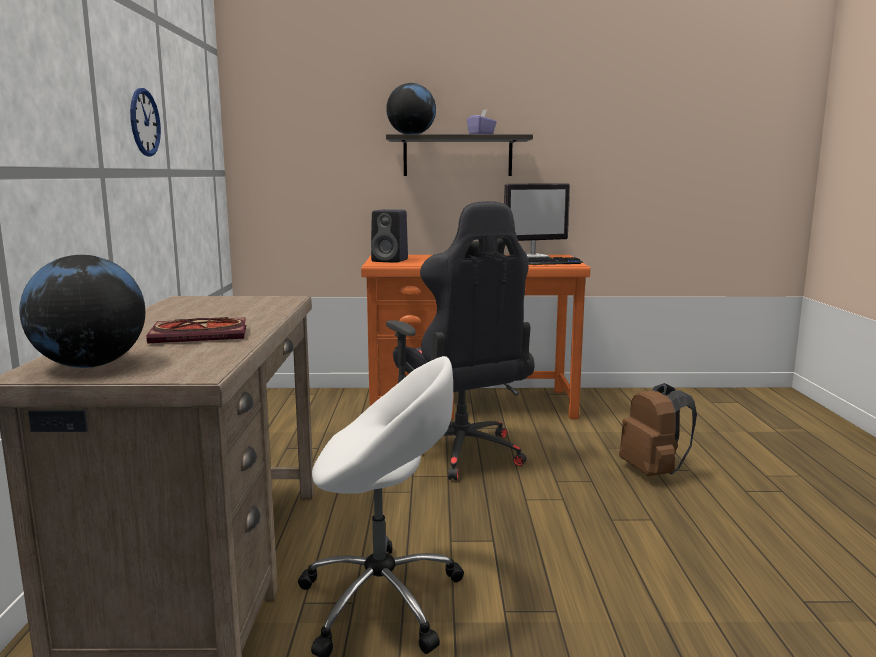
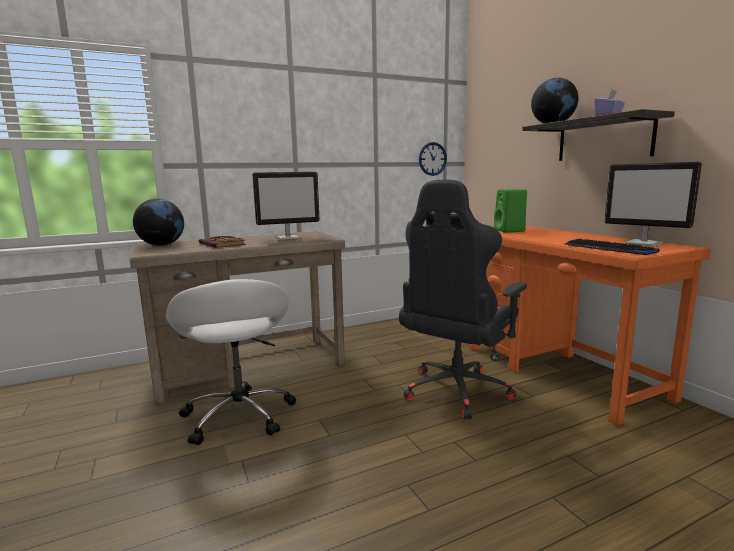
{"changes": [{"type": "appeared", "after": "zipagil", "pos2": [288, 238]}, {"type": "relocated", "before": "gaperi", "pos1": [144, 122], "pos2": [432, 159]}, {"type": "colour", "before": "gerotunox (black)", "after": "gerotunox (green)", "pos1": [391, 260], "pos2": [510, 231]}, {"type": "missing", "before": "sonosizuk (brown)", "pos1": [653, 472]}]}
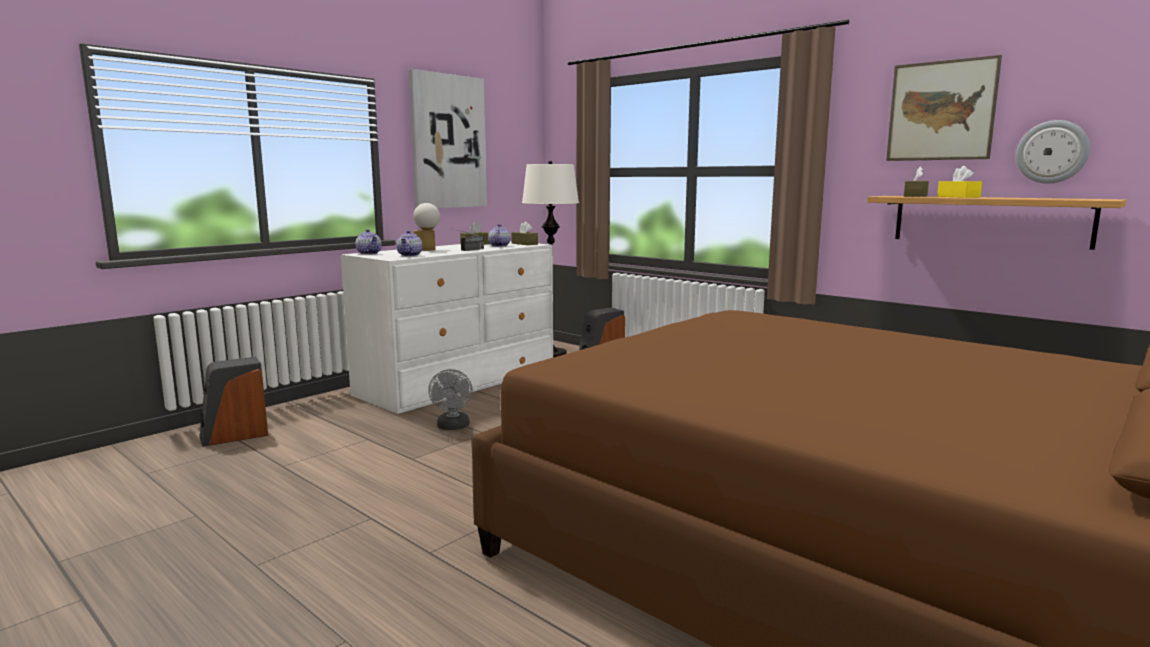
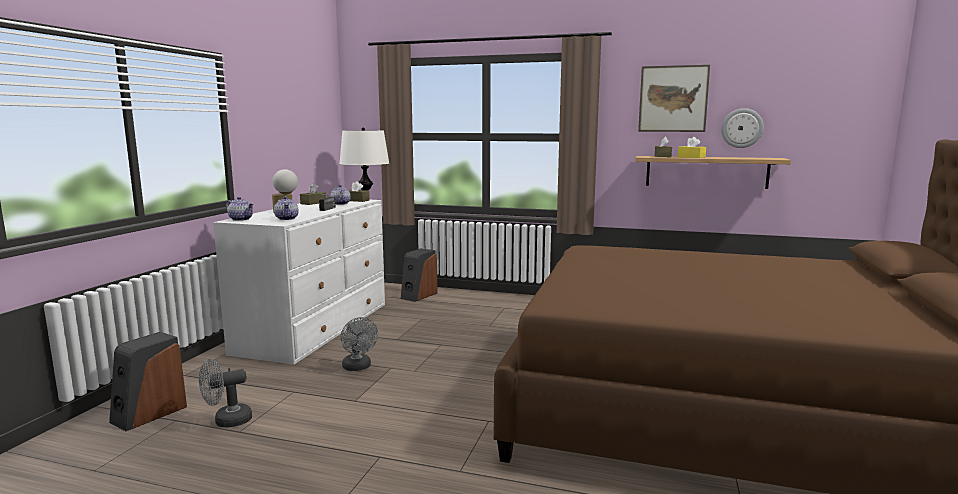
{"changes": [{"type": "appeared", "after": "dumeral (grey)", "pos2": [227, 421]}, {"type": "missing", "before": "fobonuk", "pos1": [448, 142]}]}
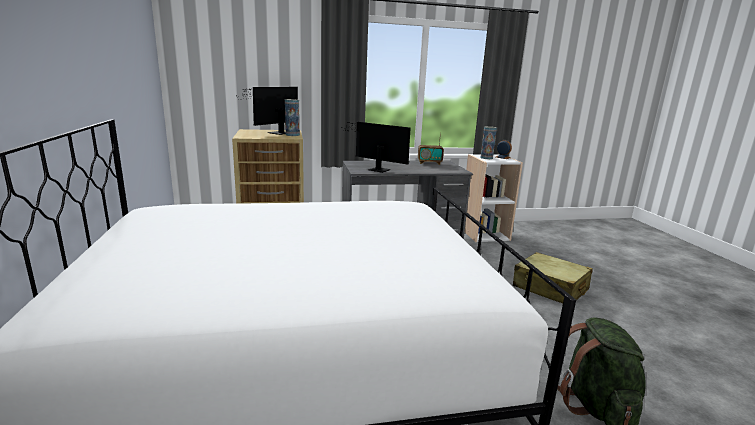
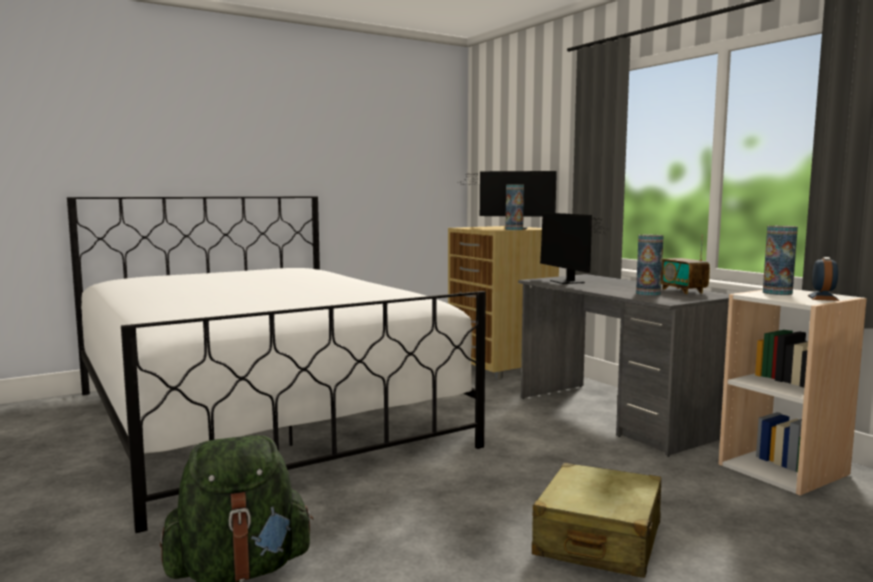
{"changes": [{"type": "spun", "before": "zipagil", "pos1": [377, 169], "pos2": [568, 282], "turn": 150}, {"type": "appeared", "after": "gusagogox", "pos2": [648, 294]}]}
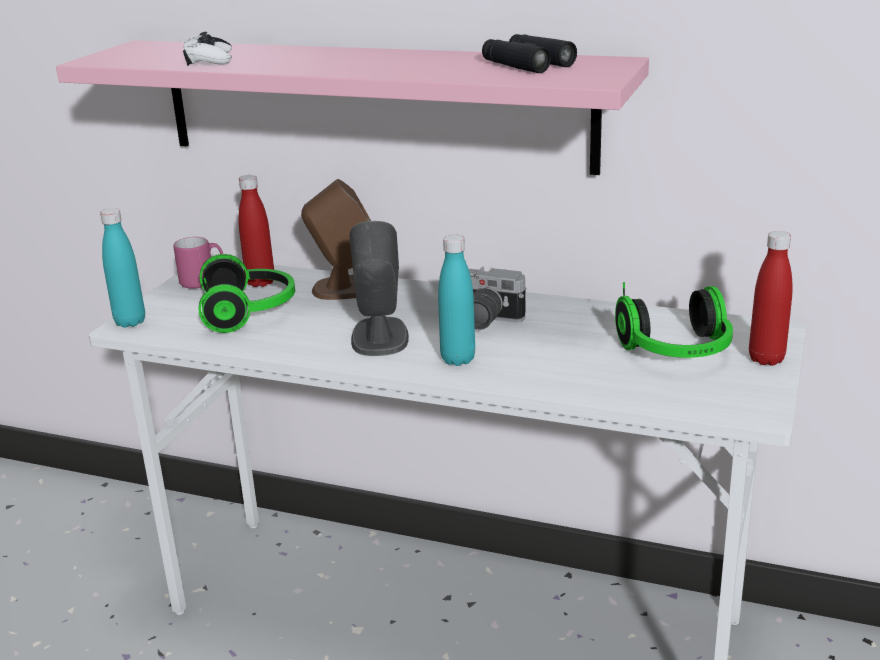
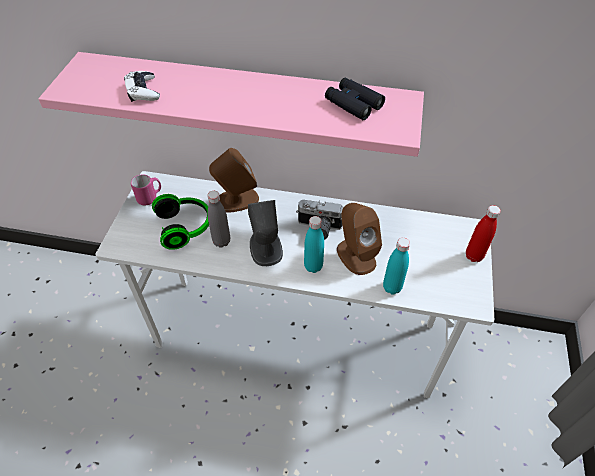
{"changes": [{"type": "appeared", "after": "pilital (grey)", "pos2": [221, 241]}, {"type": "appeared", "after": "gerotunox (brown)", "pos2": [356, 255]}, {"type": "relocated", "before": "pilital (turquoise)", "pos1": [130, 322], "pos2": [392, 287]}, {"type": "missing", "before": "pilital (red)", "pos1": [260, 282]}, {"type": "missing", "before": "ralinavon", "pos1": [678, 353]}]}
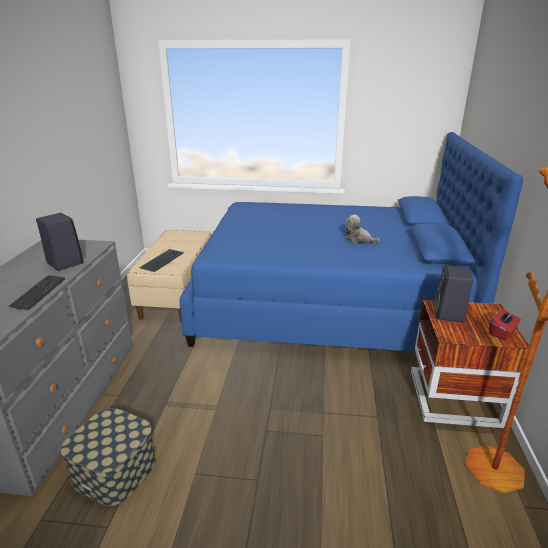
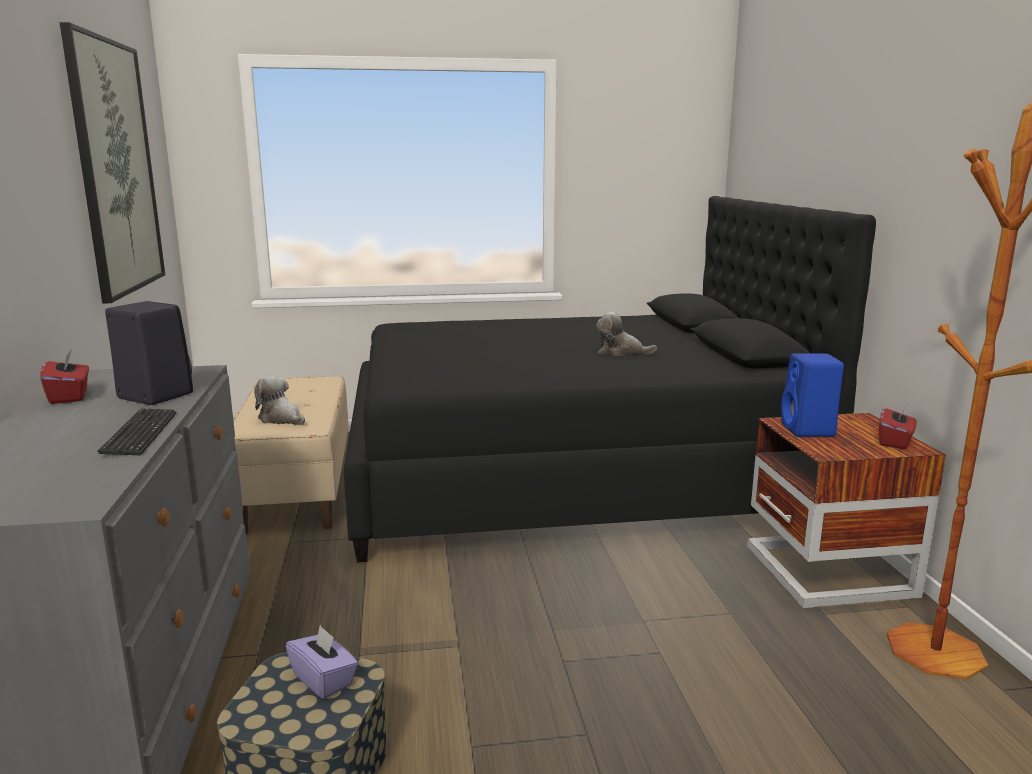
{"changes": [{"type": "appeared", "after": "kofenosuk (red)", "pos2": [70, 396]}, {"type": "appeared", "after": "fobonuk", "pos2": [116, 168]}, {"type": "exchanged", "before": "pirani", "after": "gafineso", "pos1": [162, 260], "pos2": [281, 419]}, {"type": "appeared", "after": "kofenosuk (purple)", "pos2": [324, 679]}, {"type": "colour", "before": "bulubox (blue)", "after": "bulubox (black)", "pos1": [327, 303], "pos2": [568, 474]}, {"type": "colour", "before": "gerotunox (black)", "after": "gerotunox (blue)", "pos1": [449, 315], "pos2": [809, 430]}]}
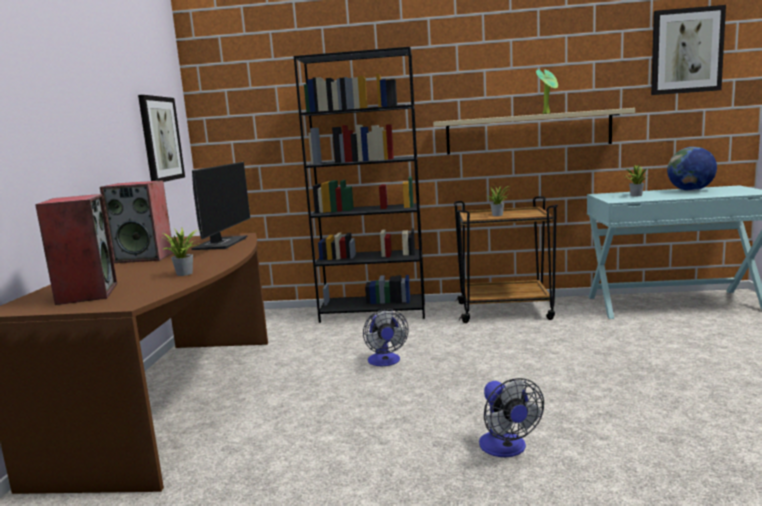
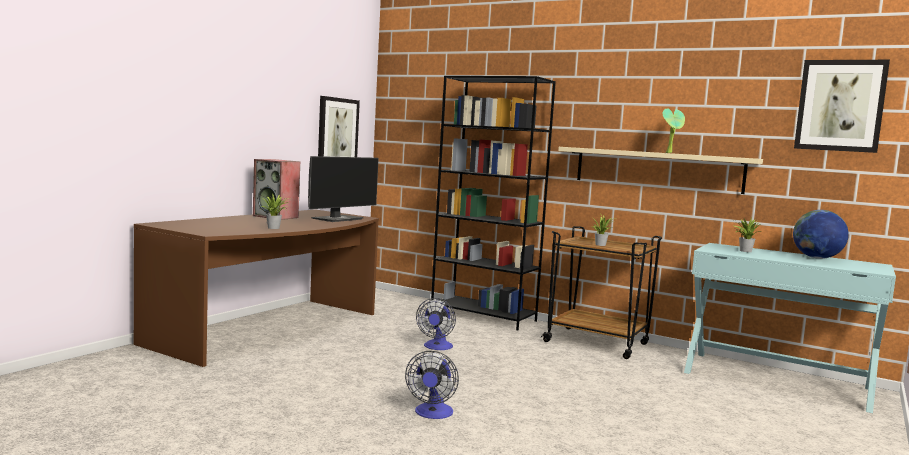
{"changes": [{"type": "missing", "before": "gerotunox", "pos1": [87, 293]}]}
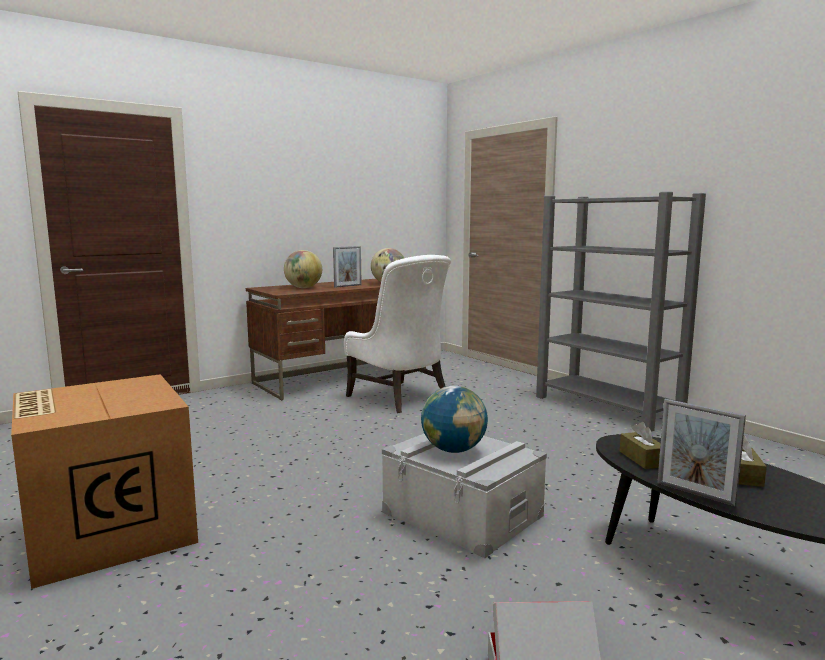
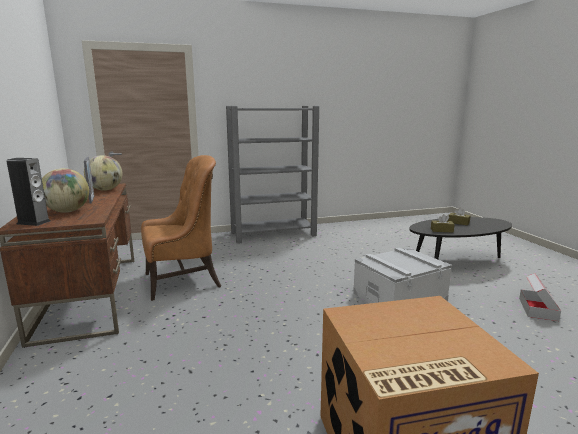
{"changes": [{"type": "appeared", "after": "gerotunox", "pos2": [33, 222]}, {"type": "colour", "before": "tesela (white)", "after": "tesela (brown)", "pos1": [400, 397], "pos2": [183, 280]}, {"type": "missing", "before": "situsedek", "pos1": [453, 450]}, {"type": "missing", "before": "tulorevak", "pos1": [695, 493]}]}
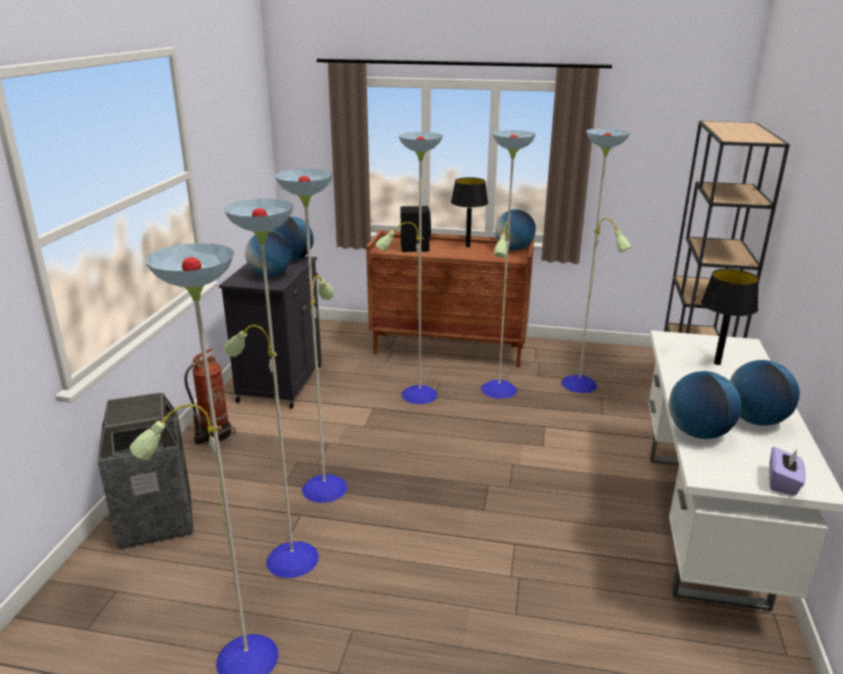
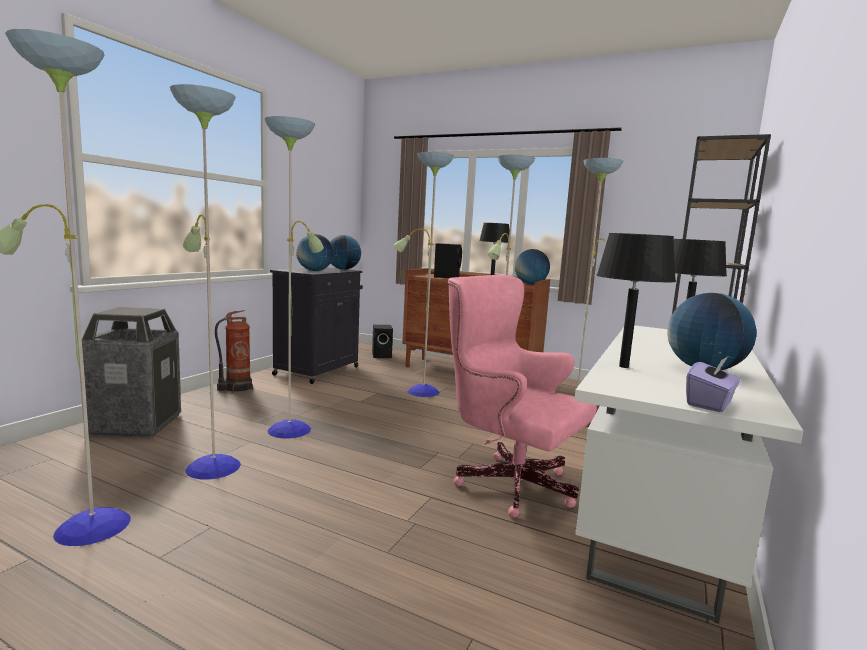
{"changes": [{"type": "appeared", "after": "gerotunox (black)", "pos2": [382, 355]}, {"type": "appeared", "after": "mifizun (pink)", "pos2": [508, 483]}, {"type": "exchanged", "before": "situsedek", "after": "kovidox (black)", "pos1": [698, 433], "pos2": [623, 366]}]}
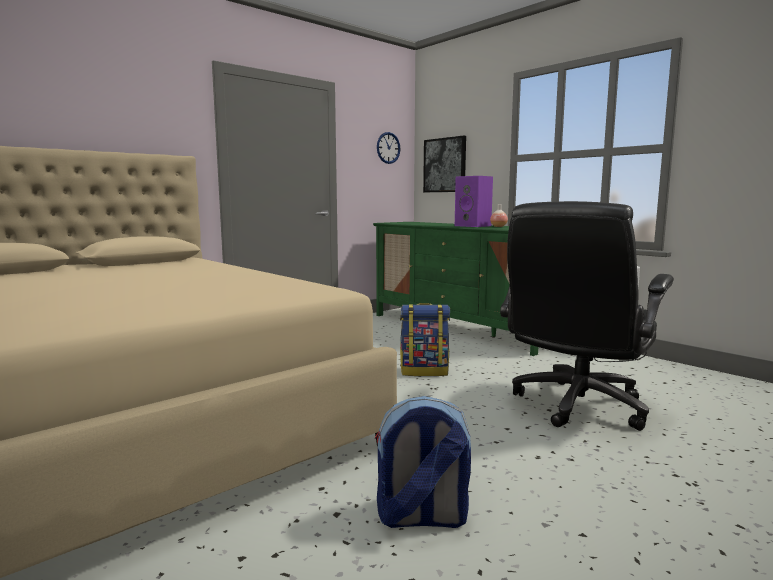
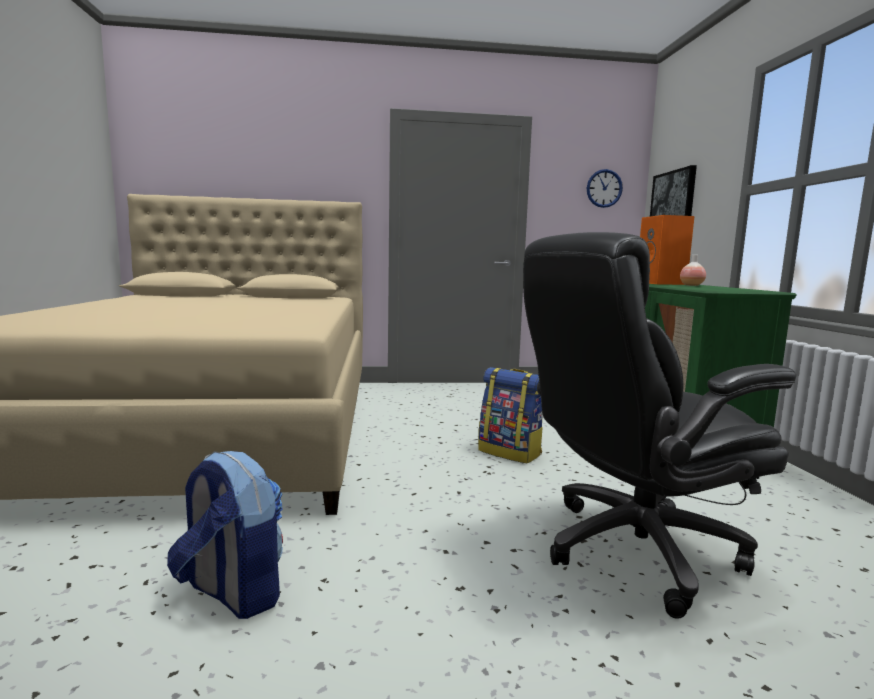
{"changes": [{"type": "colour", "before": "gerotunox (purple)", "after": "gerotunox (orange)", "pos1": [474, 226], "pos2": [662, 283]}]}
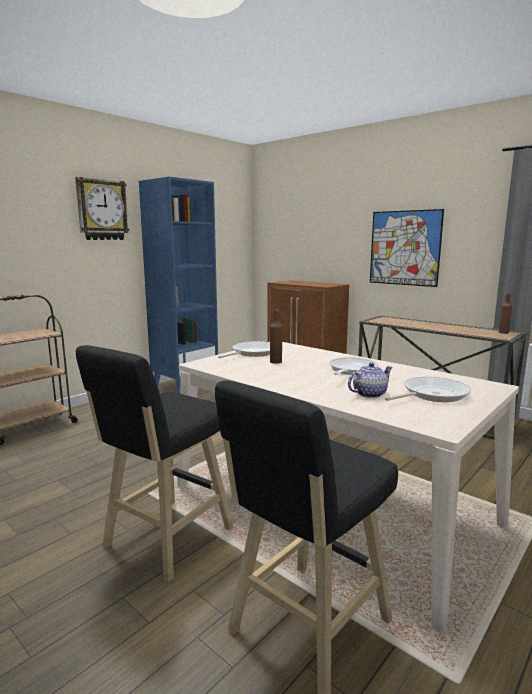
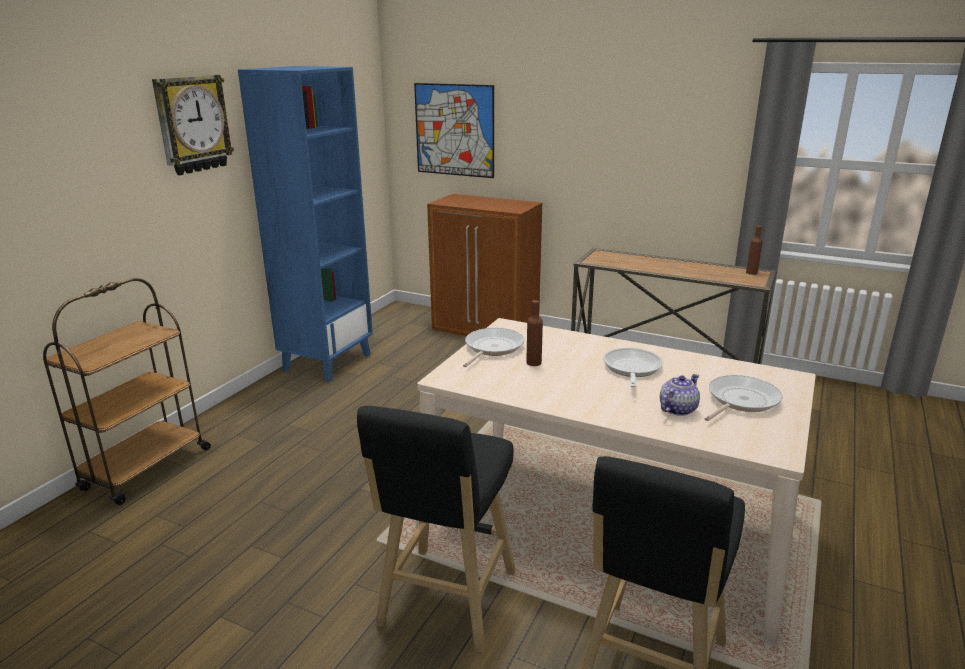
{"changes": [{"type": "relocated", "before": "fobonuk", "pos1": [404, 248], "pos2": [454, 130]}]}
